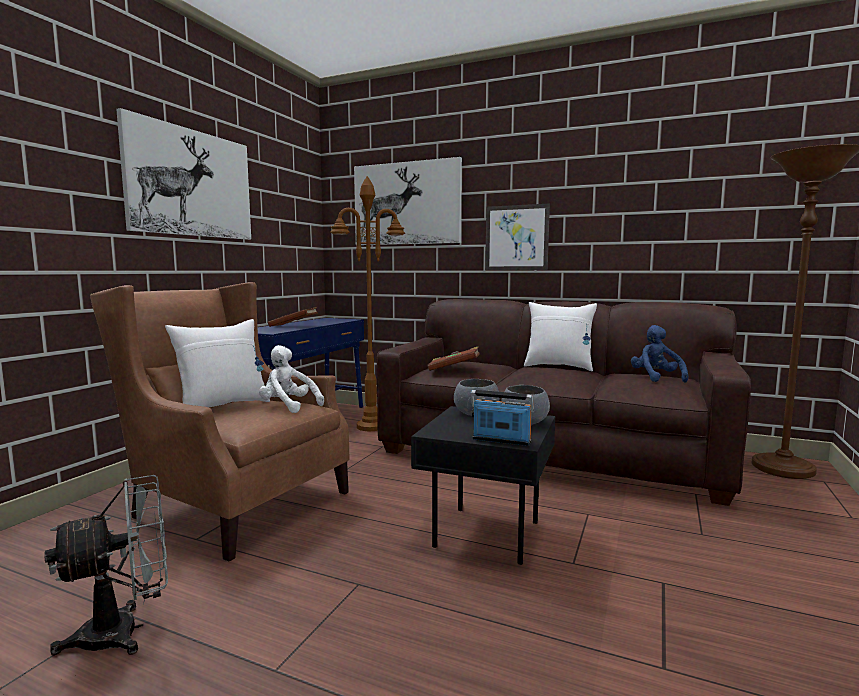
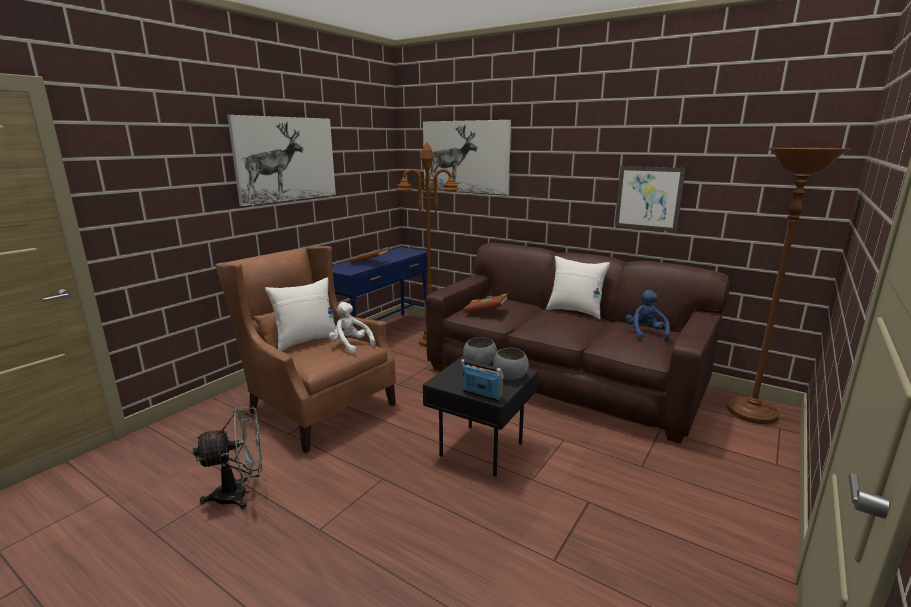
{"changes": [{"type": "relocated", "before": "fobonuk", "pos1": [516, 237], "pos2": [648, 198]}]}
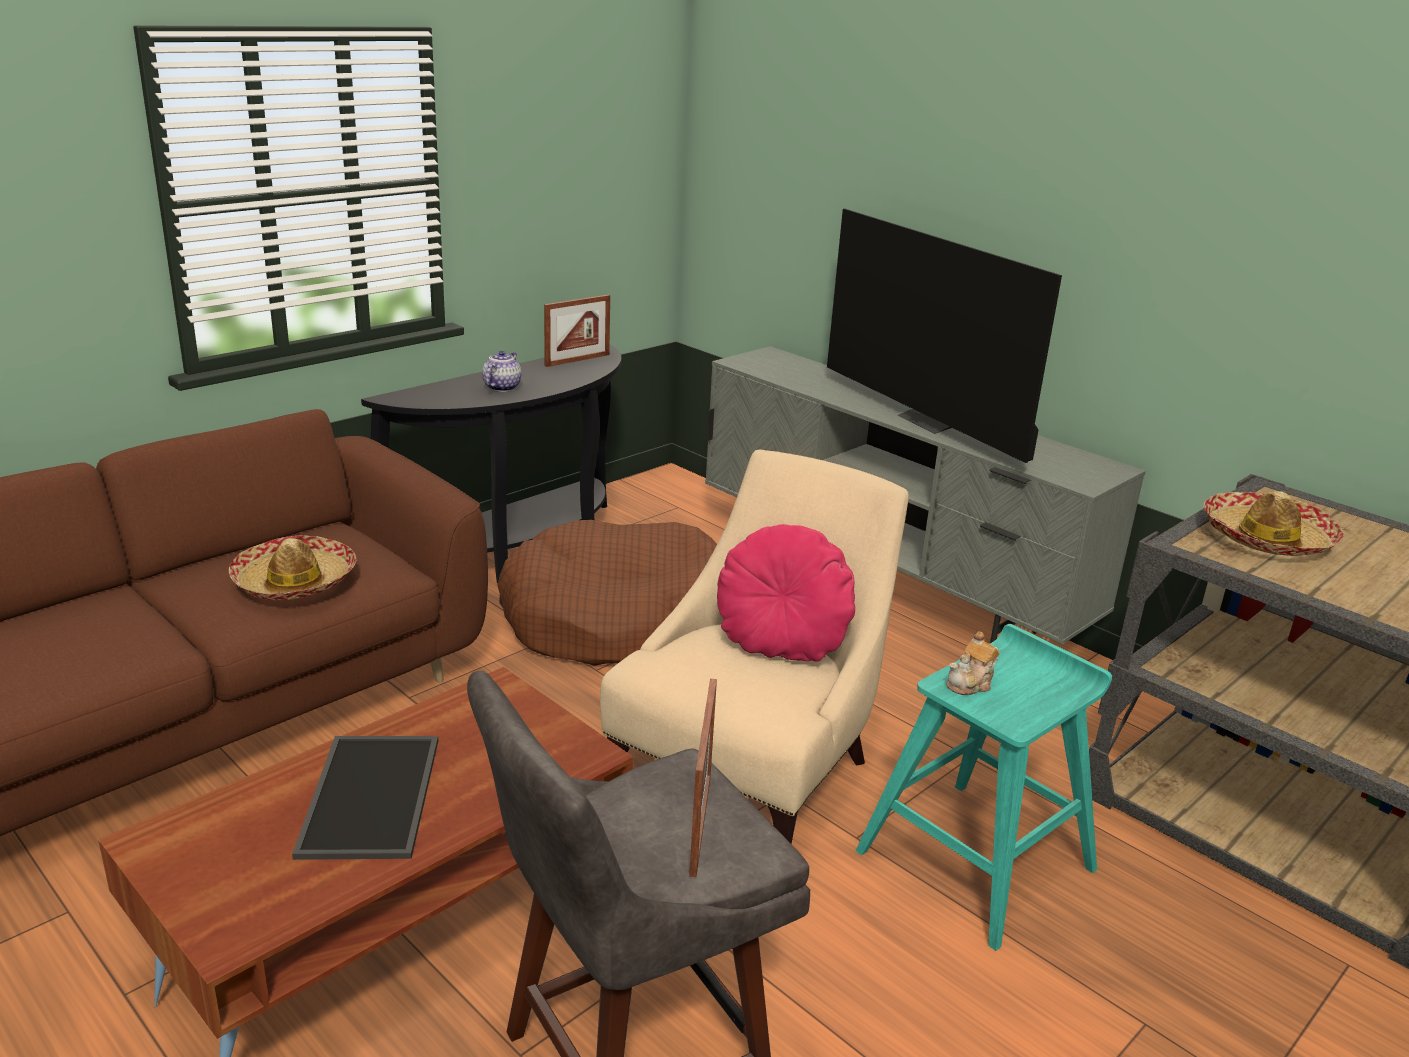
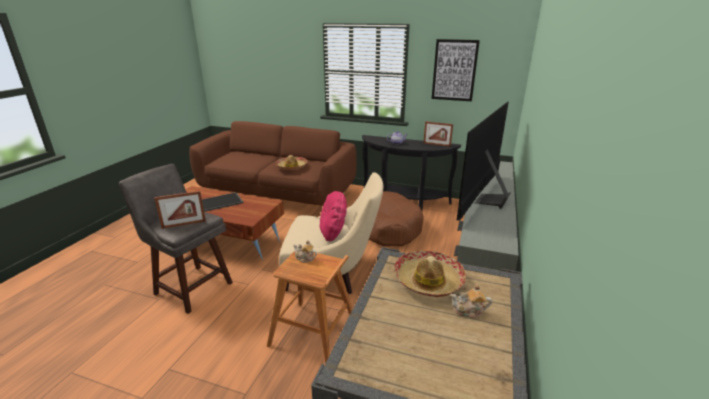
{"changes": [{"type": "colour", "before": "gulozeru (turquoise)", "after": "gulozeru (brown)", "pos1": [978, 859], "pos2": [314, 332]}, {"type": "appeared", "after": "fobonuk", "pos2": [454, 70]}, {"type": "appeared", "after": "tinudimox", "pos2": [469, 311]}]}
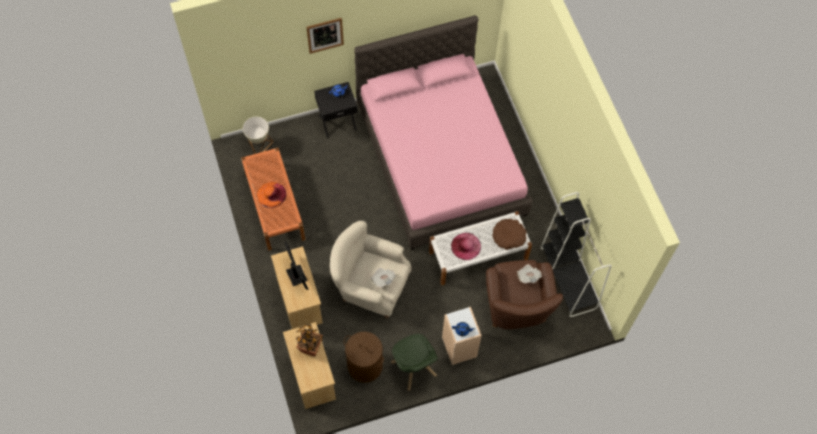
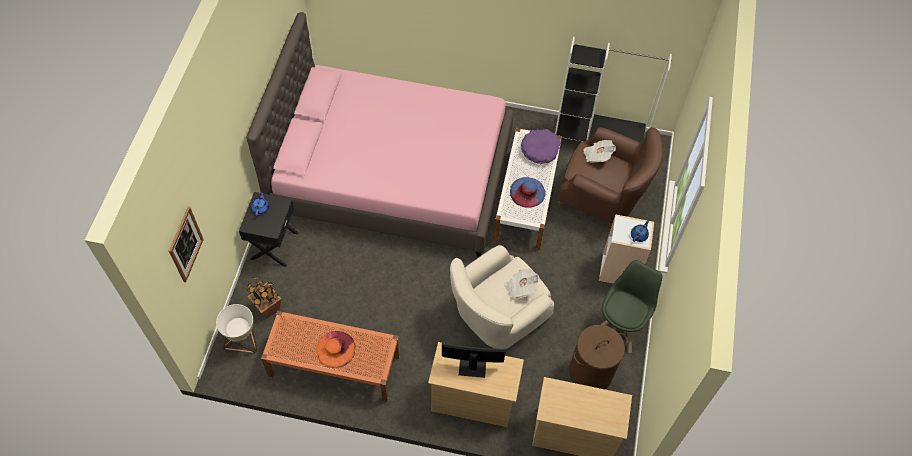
{"changes": [{"type": "relocated", "before": "fobonuk", "pos1": [325, 35], "pos2": [185, 244]}, {"type": "relocated", "before": "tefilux", "pos1": [311, 348], "pos2": [268, 308]}, {"type": "colour", "before": "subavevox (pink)", "after": "subavevox (blue)", "pos1": [466, 246], "pos2": [527, 192]}, {"type": "colour", "before": "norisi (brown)", "after": "norisi (purple)", "pos1": [508, 236], "pos2": [539, 150]}, {"type": "spun", "before": "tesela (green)", "pos1": [414, 369], "pos2": [620, 325], "turn": -60}]}
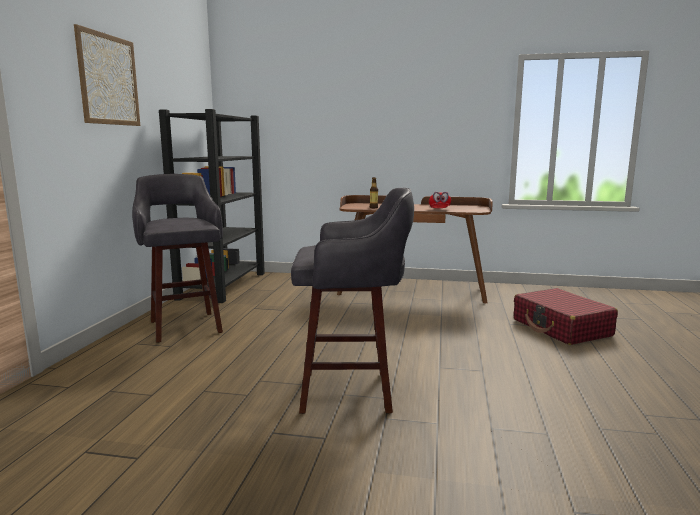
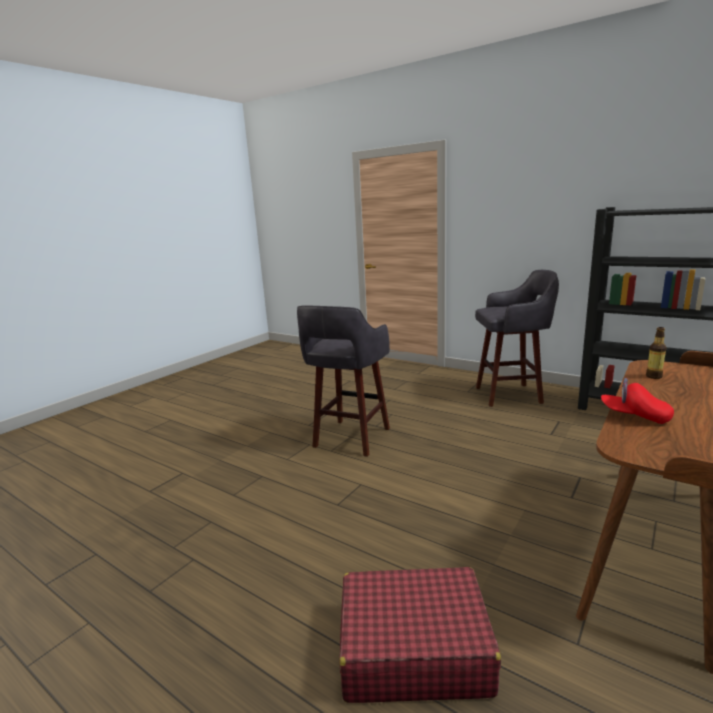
{"changes": [{"type": "missing", "before": "fobonuk", "pos1": [108, 79]}]}
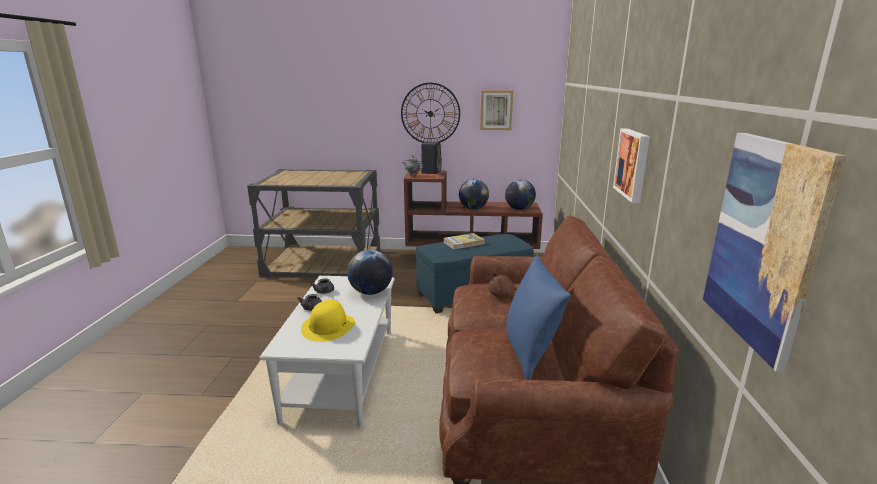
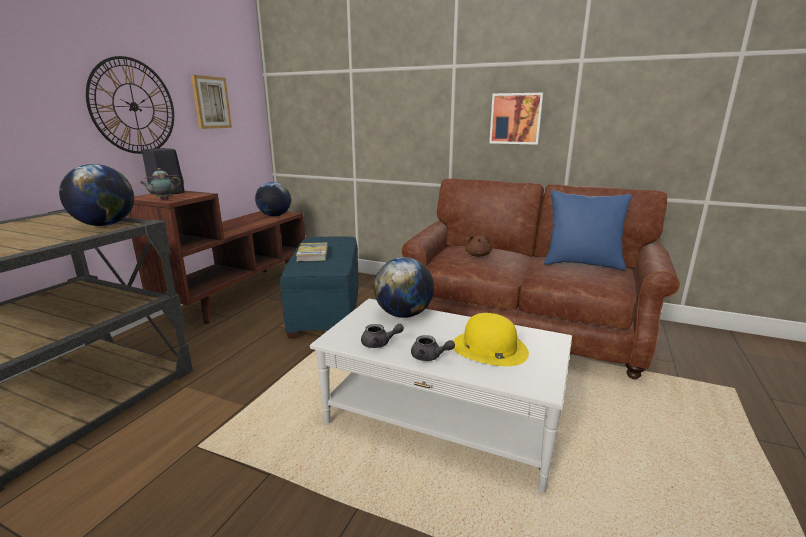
{"changes": [{"type": "relocated", "before": "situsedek", "pos1": [473, 208], "pos2": [105, 225]}, {"type": "missing", "before": "fobonuk", "pos1": [763, 243]}]}
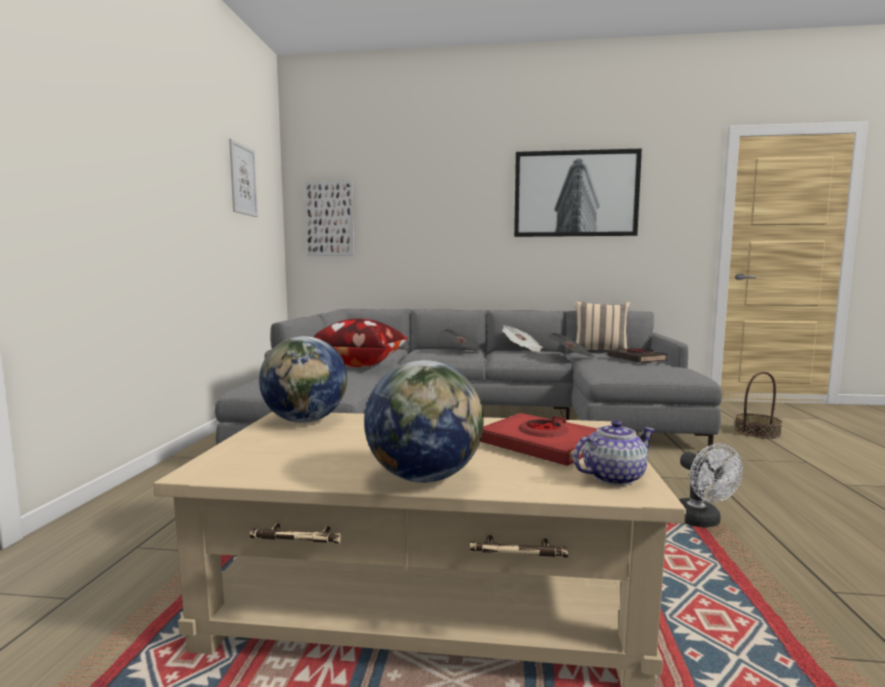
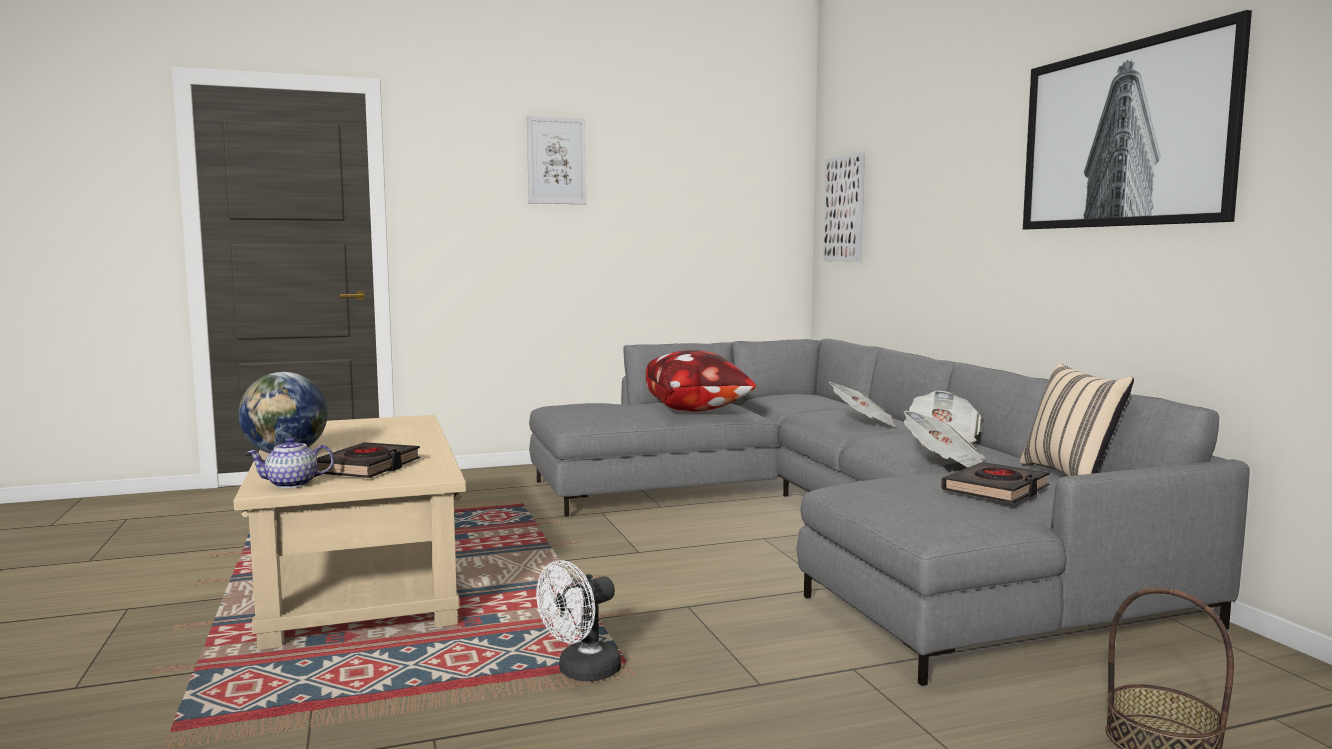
{"changes": [{"type": "spun", "before": "tinudimox", "pos1": [612, 477], "pos2": [293, 484], "turn": 120}, {"type": "colour", "before": "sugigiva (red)", "after": "sugigiva (black)", "pos1": [541, 445], "pos2": [367, 467]}, {"type": "relocated", "before": "fobonuk", "pos1": [243, 179], "pos2": [556, 160]}, {"type": "missing", "before": "situsedek", "pos1": [306, 420]}]}
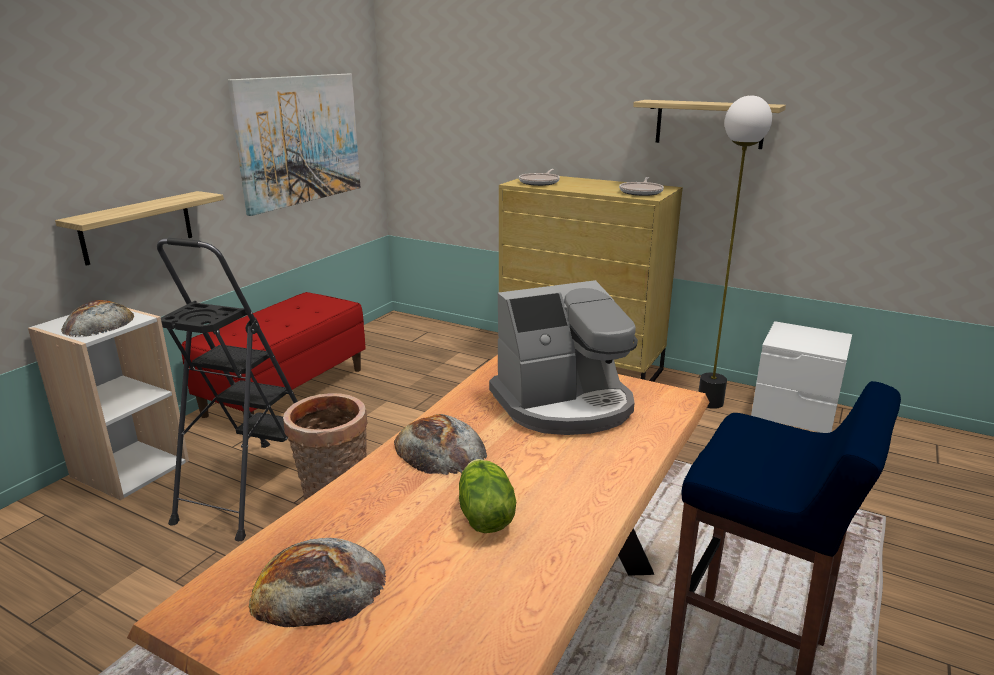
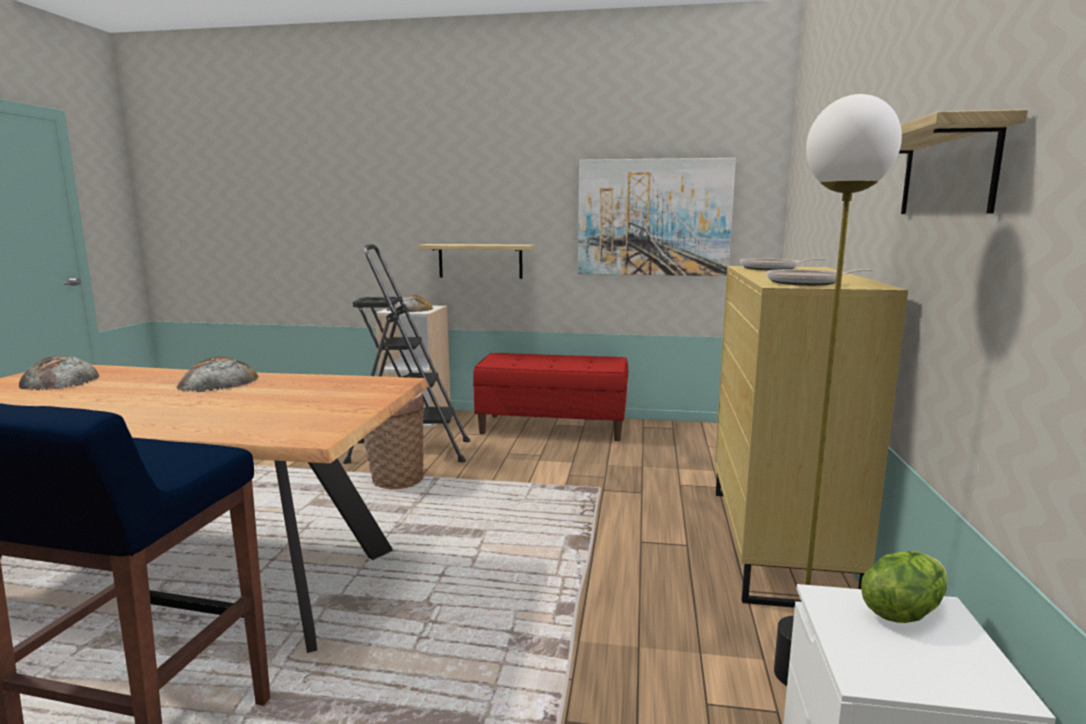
{"changes": [{"type": "relocated", "before": "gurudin", "pos1": [484, 516], "pos2": [901, 611]}, {"type": "missing", "before": "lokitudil", "pos1": [564, 405]}]}
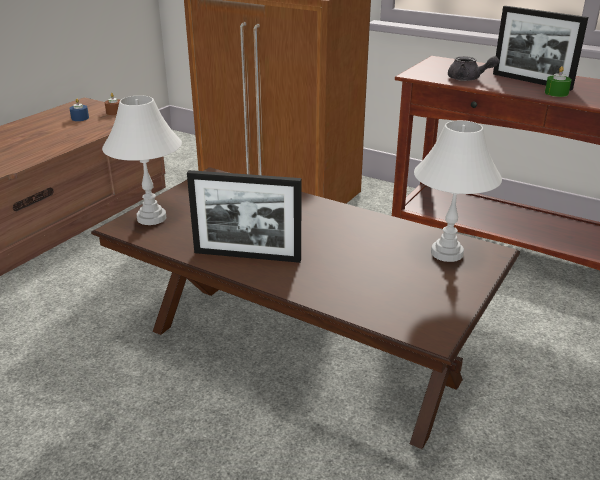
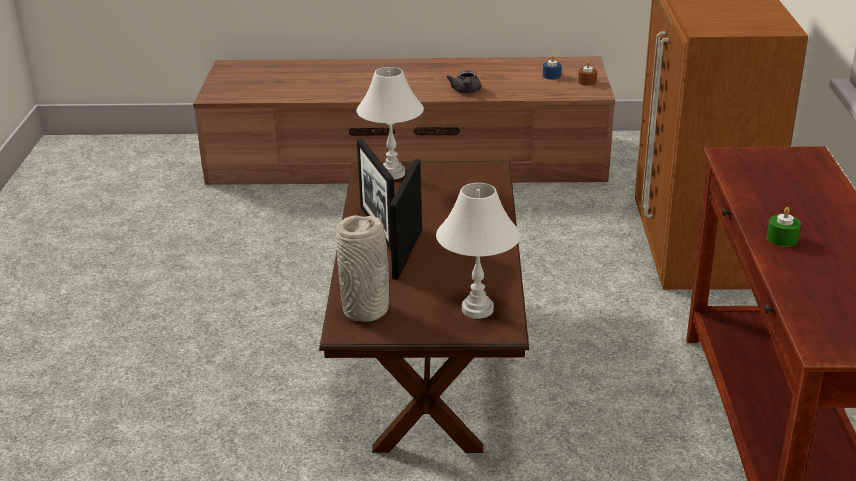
{"changes": [{"type": "appeared", "after": "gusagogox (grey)", "pos2": [366, 310]}, {"type": "relocated", "before": "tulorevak", "pos1": [531, 81], "pos2": [407, 253]}, {"type": "relocated", "before": "tinudimox (grey)", "pos1": [468, 79], "pos2": [466, 92]}]}
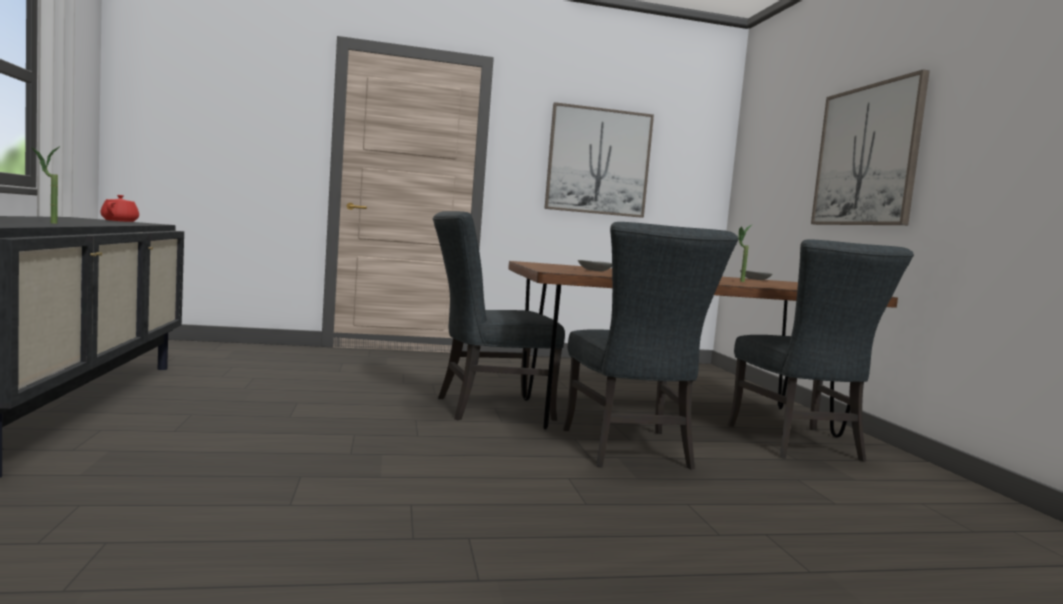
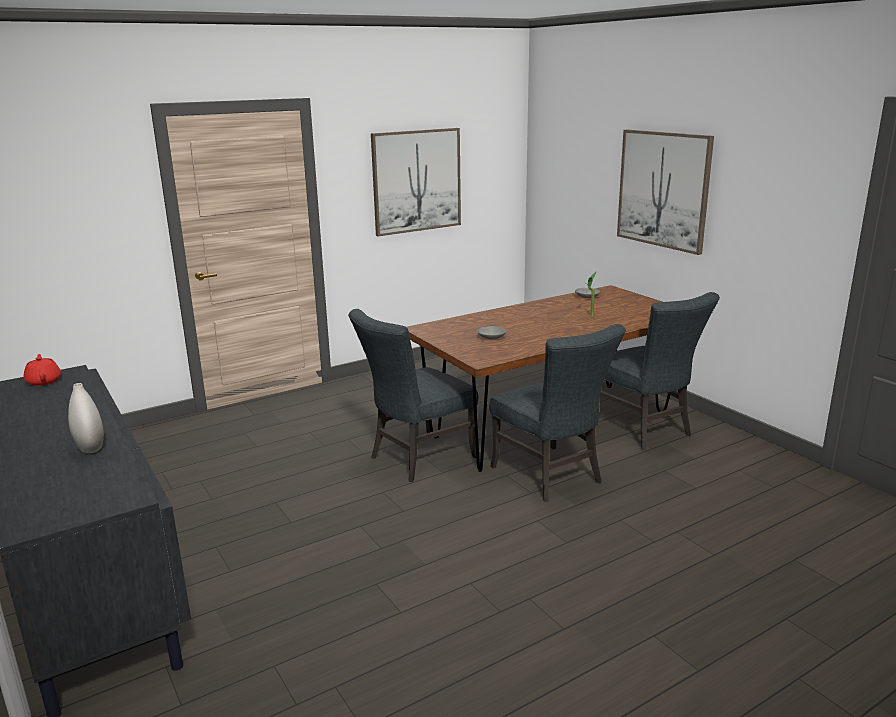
{"changes": [{"type": "exchanged", "before": "tefilux", "after": "gusagogox (white)", "pos1": [46, 223], "pos2": [90, 447]}]}
